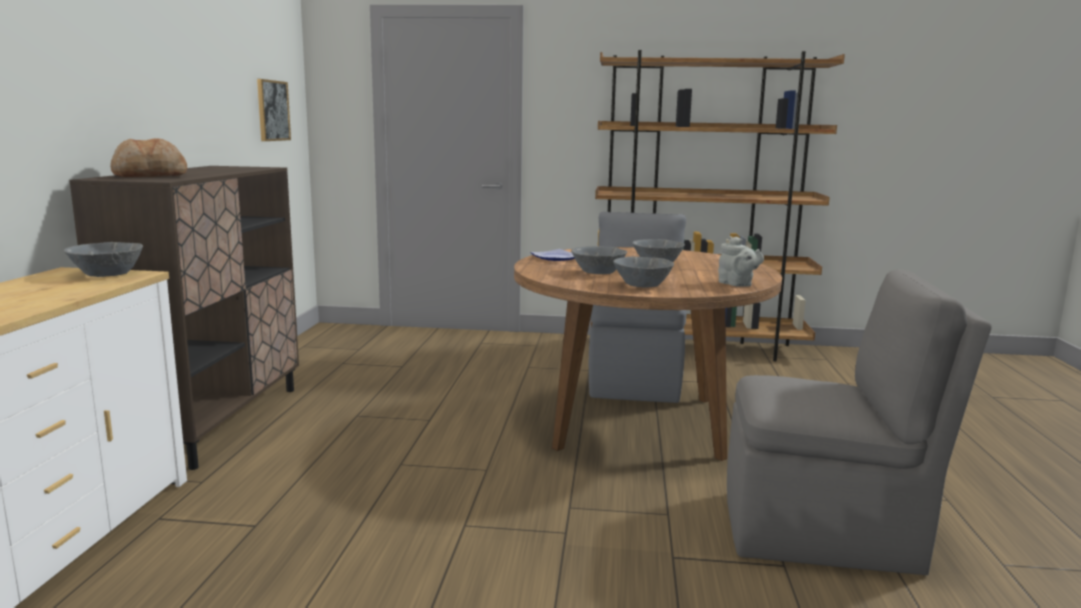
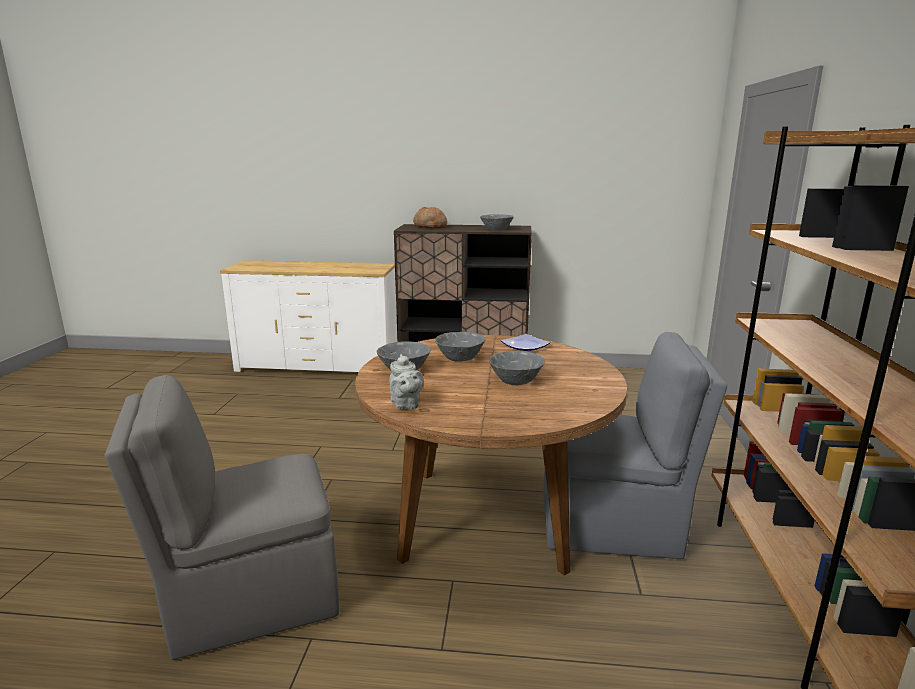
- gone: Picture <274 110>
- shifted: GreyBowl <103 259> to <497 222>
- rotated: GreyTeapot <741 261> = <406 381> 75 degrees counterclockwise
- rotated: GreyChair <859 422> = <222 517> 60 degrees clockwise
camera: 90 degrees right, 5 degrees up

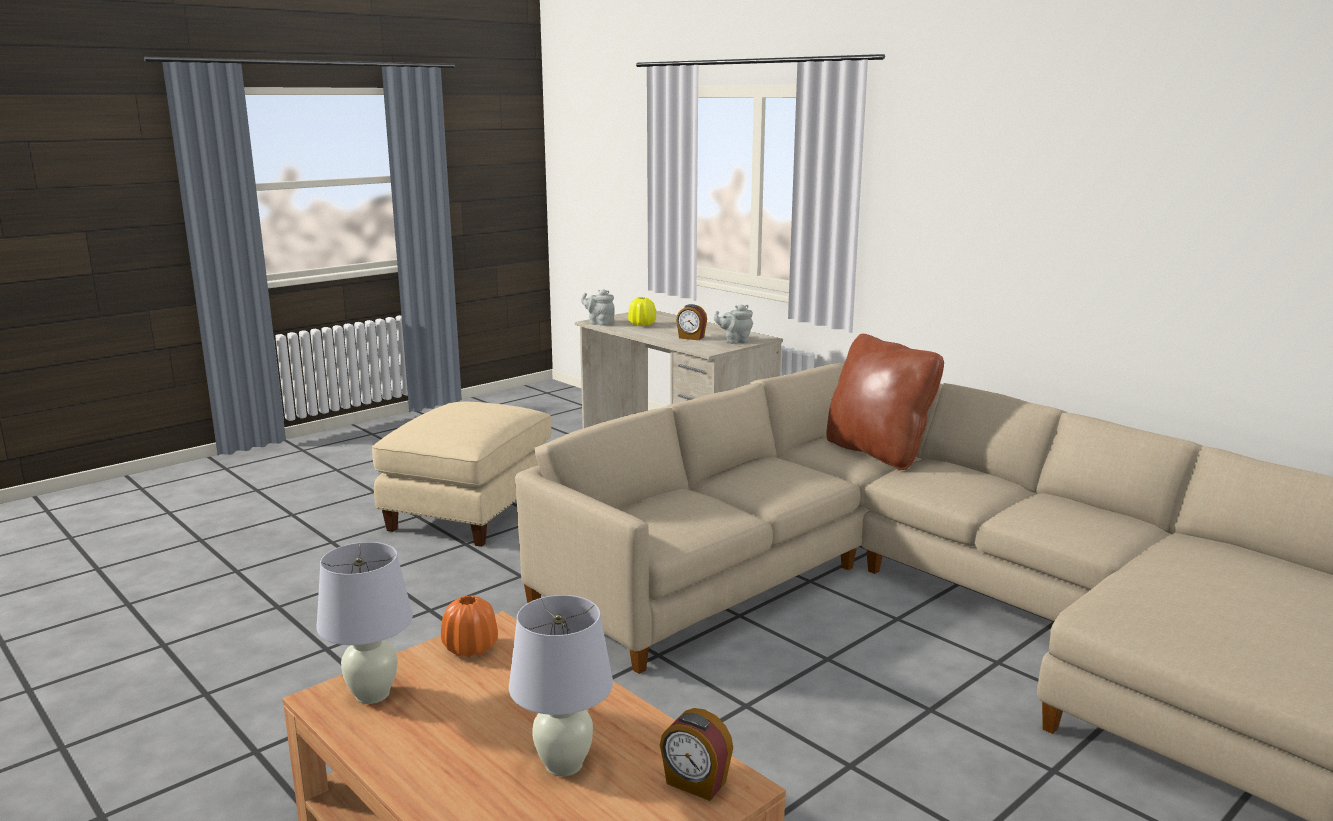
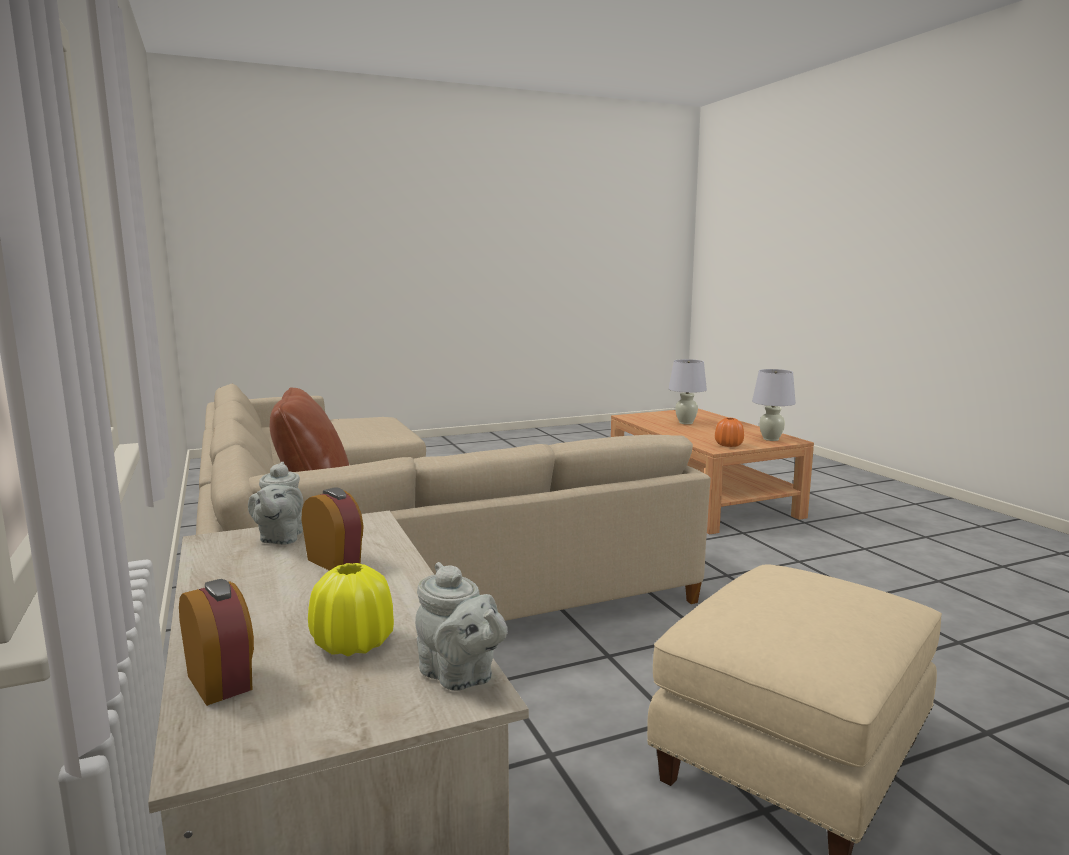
- shifted: AlarmClock <696 754> to <216 642>
- rotated: GreyTeapot <733 324> = <275 503> 75 degrees clockwise
camera: 160 degrees left, 5 degrees down

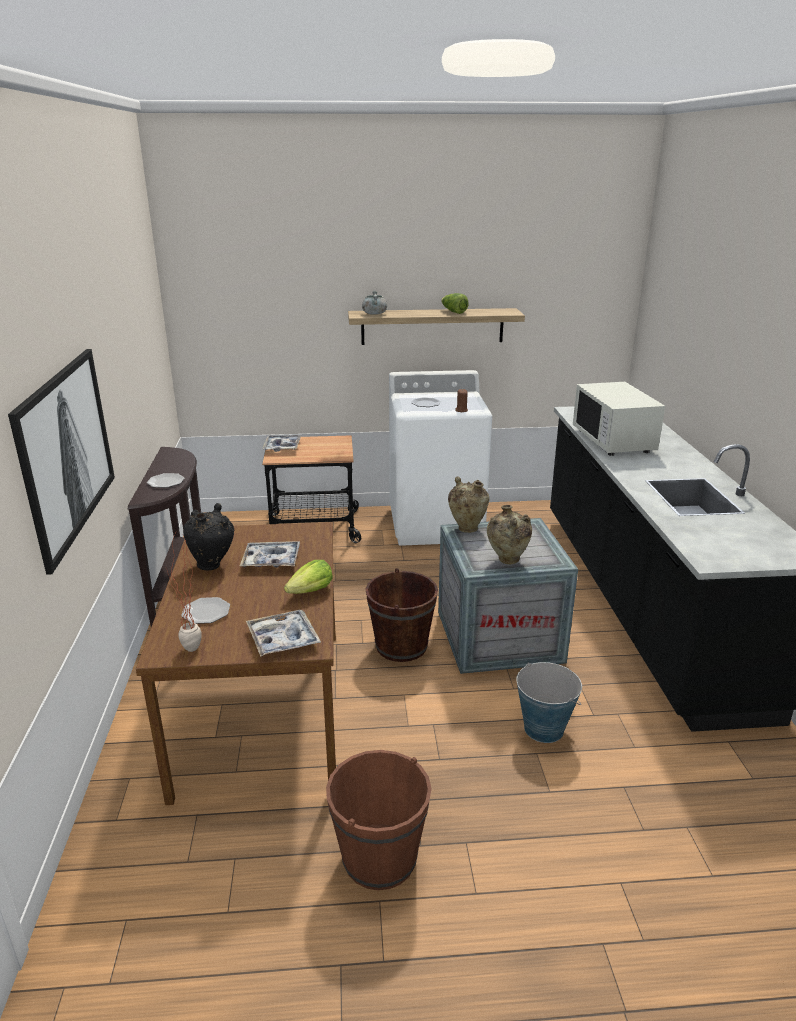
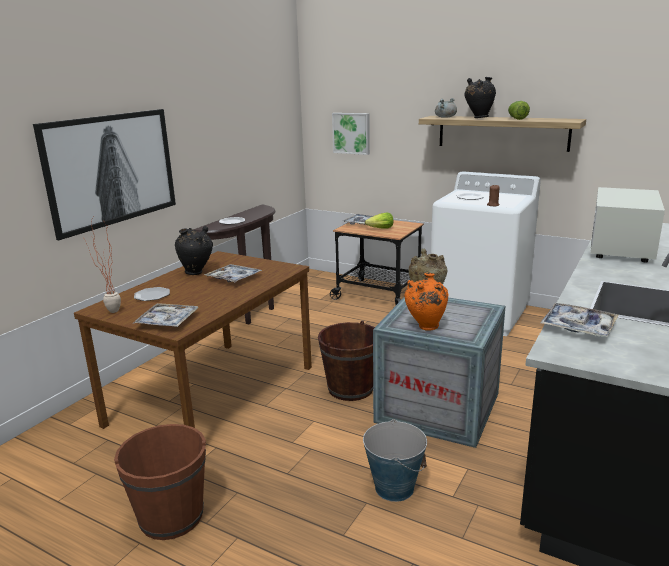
- new: Picture <351 134>
- new: BlackVase <480 97>
- new: Tray <579 320>
- shifted: Lettuce <308 577> to <379 220>
- repainted: BeigeVase <509 534> to OrangeVase <426 302>
camera: 35 degrees right, 5 degrees down

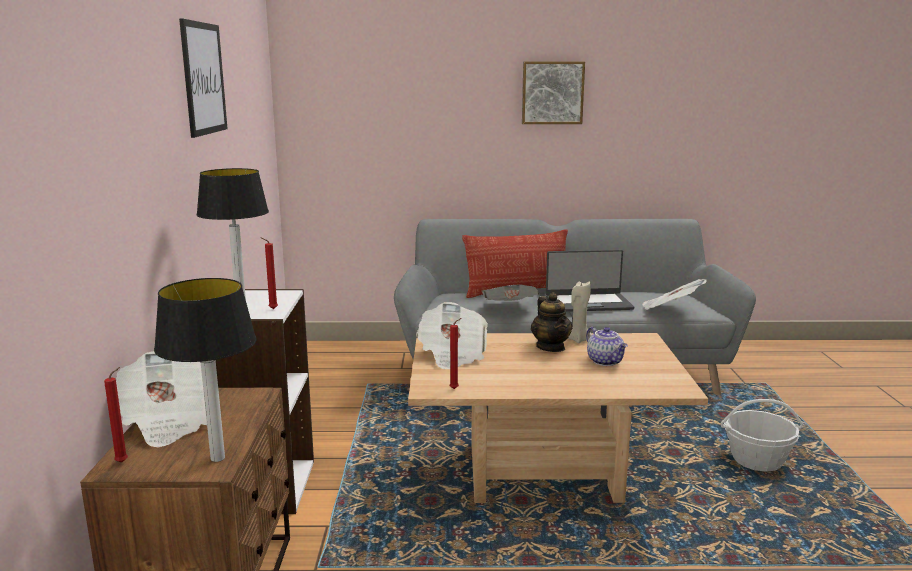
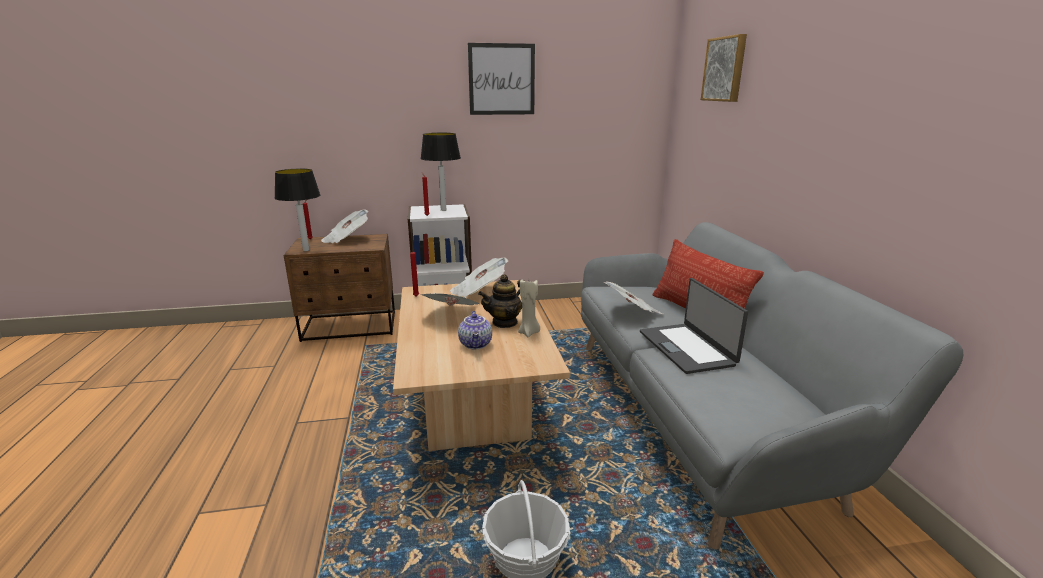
- shifted: Picture <553 93> to <724 68>
- shifted: Newspaper <674 294> to <449 299>
- rotated: Teapot <607 346> = <475 330> 60 degrees counterclockwise
camera: 80 degrees right, 5 degrees up

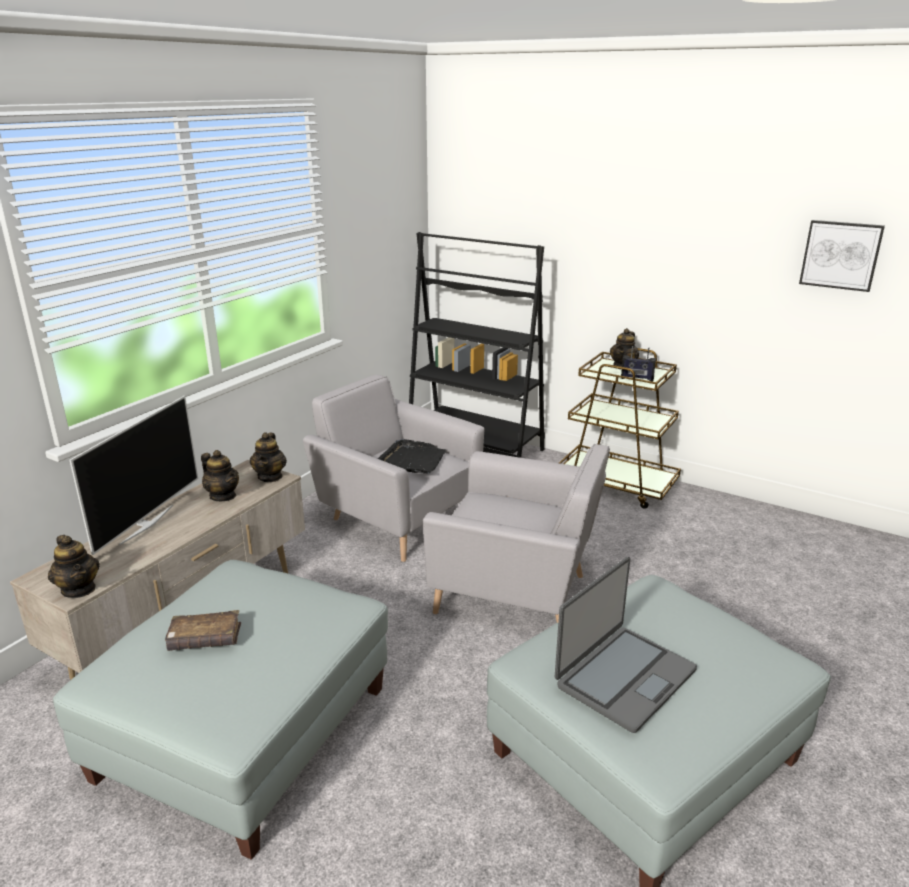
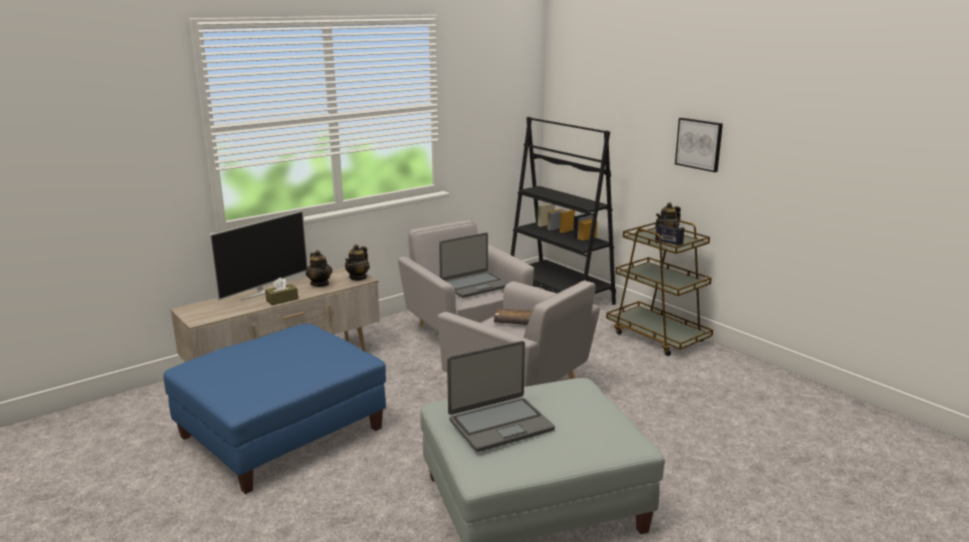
- gone: Teapot <73 566>
- new: BrownTissueBox <281 291>
- shifted: BrownBook <203 630> to <513 316>
- shifted: Picture <842 256> to <699 145>
- swapped: BlackTray <412 456> to Laptop <473 265>
- repainted: GreyOttoman <220 710> to BlueOttoman <274 408>
camera: 20 degrees right, 5 degrees down

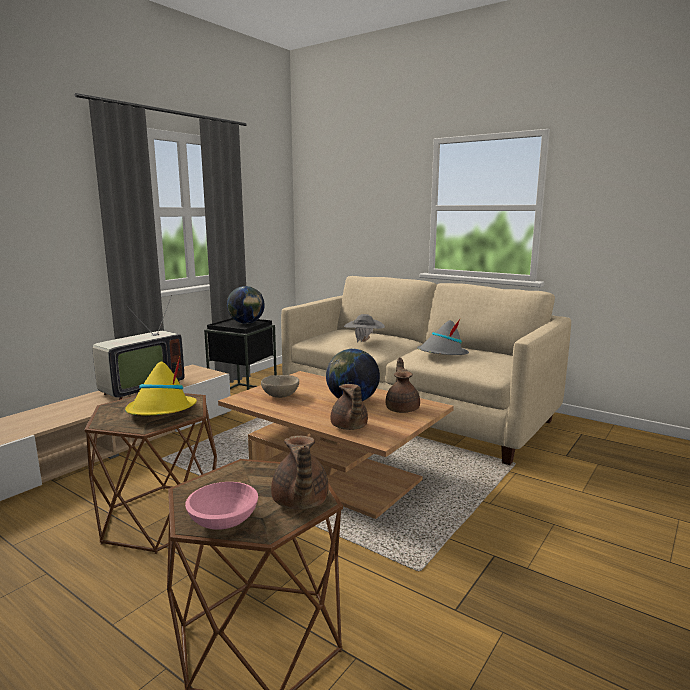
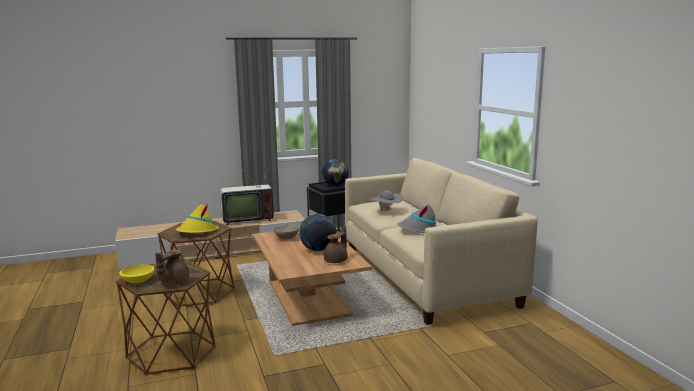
- gone: BrownTeapot <349 407>
- repainted: PinkBowl <221 506> to YellowBowl <136 273>
camera: 35 degrees right, 0 degrees up

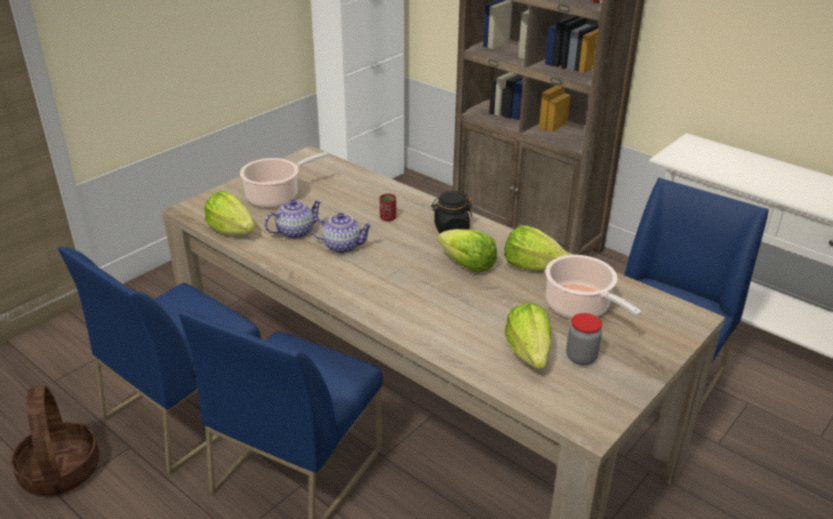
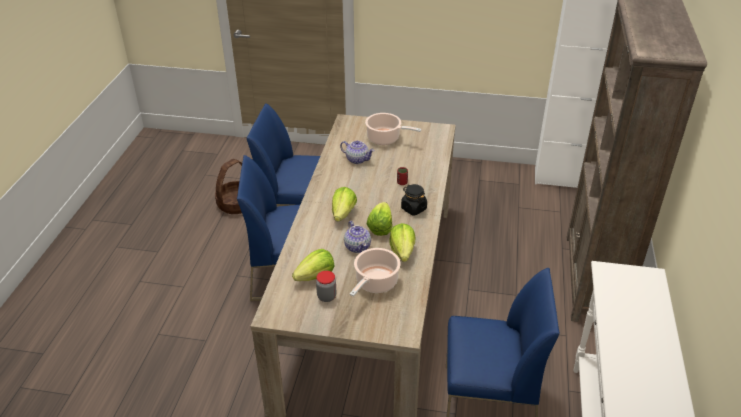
- shifted: Lettuce <229 213> to <344 204>
- shifted: Teapot <342 233> to <357 237>
camera: 60 degrees right, 5 degrees up

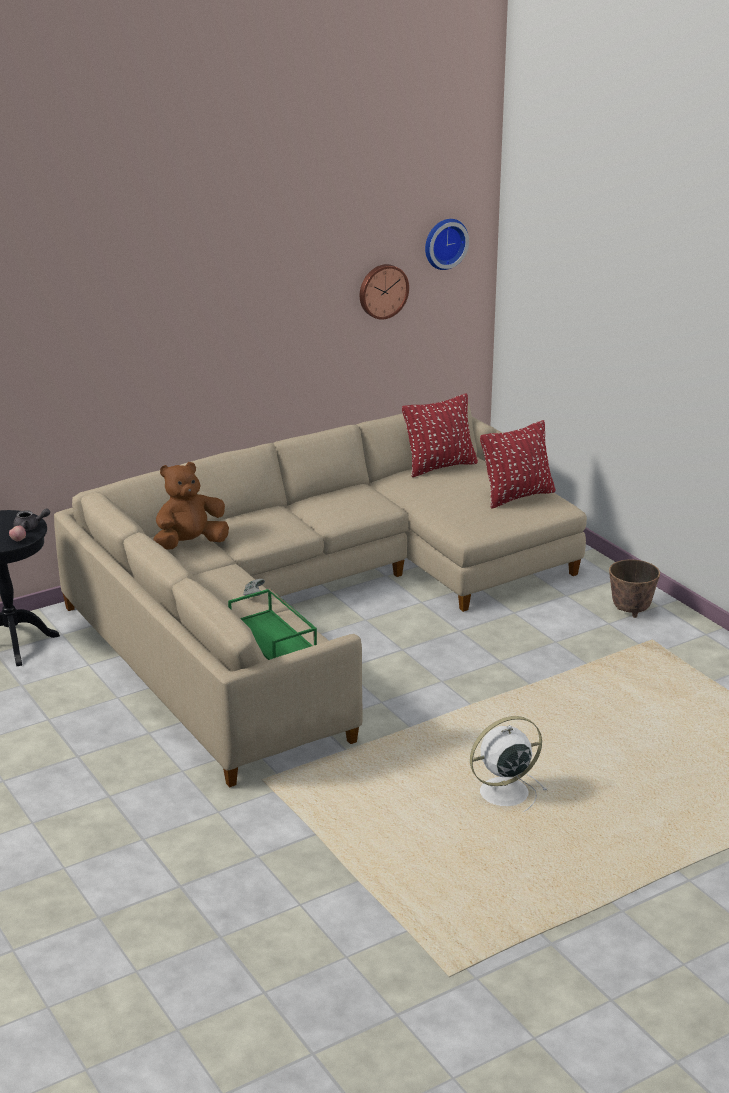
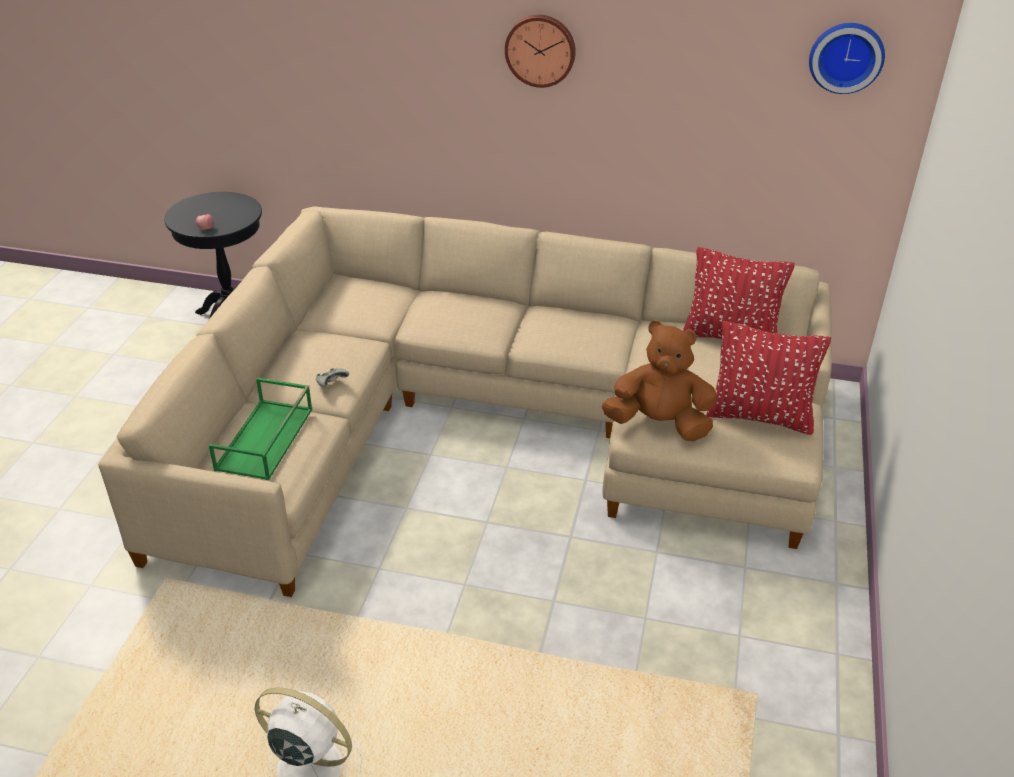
- gone: GreyTeapot <31 519>
- gone: Planter <634 588>
- shifted: BrownPlushToy <191 506> to <659 381>
- shifted: WallClock <384 292> to <540 51>
camera: 45 degrees right, 10 degrees up

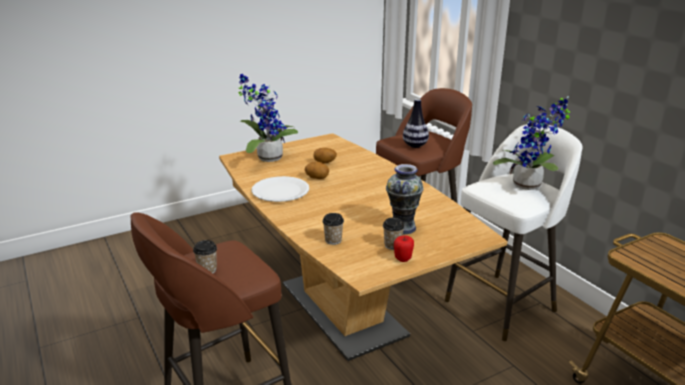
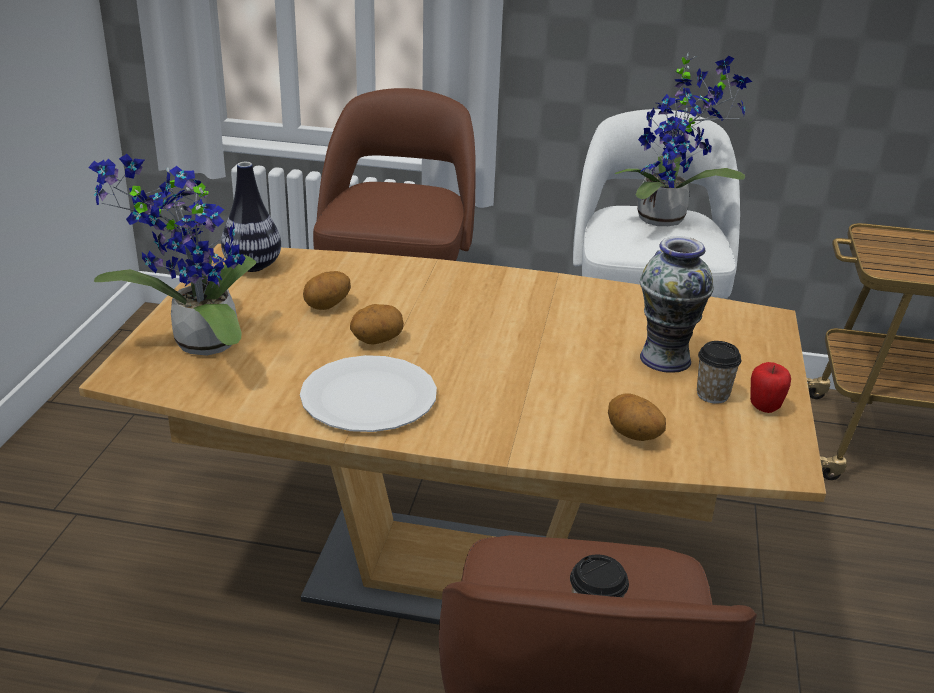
- shifted: Vase <416 123> to <251 217>
- swapped: Cup <333 229> to Potato <637 417>
camera: 50 degrees left, 5 degrees up

